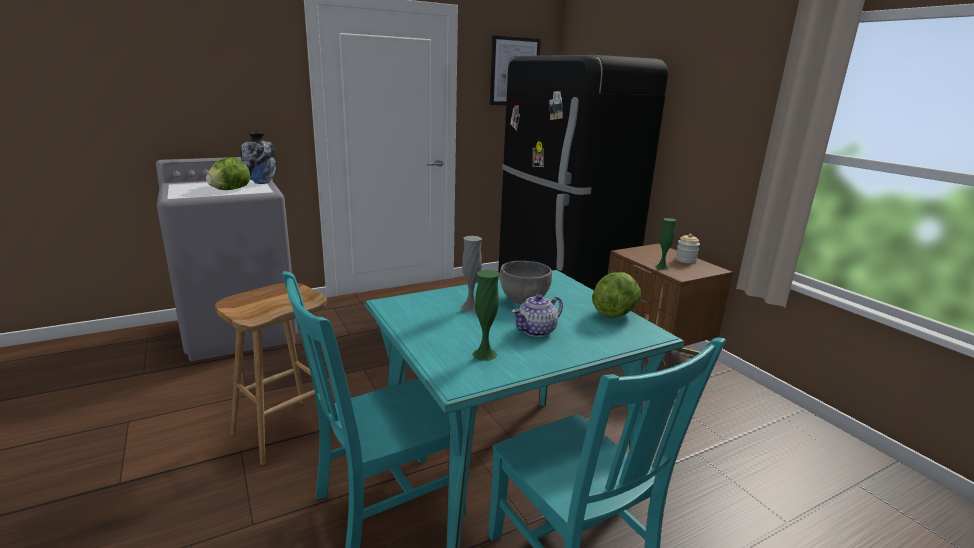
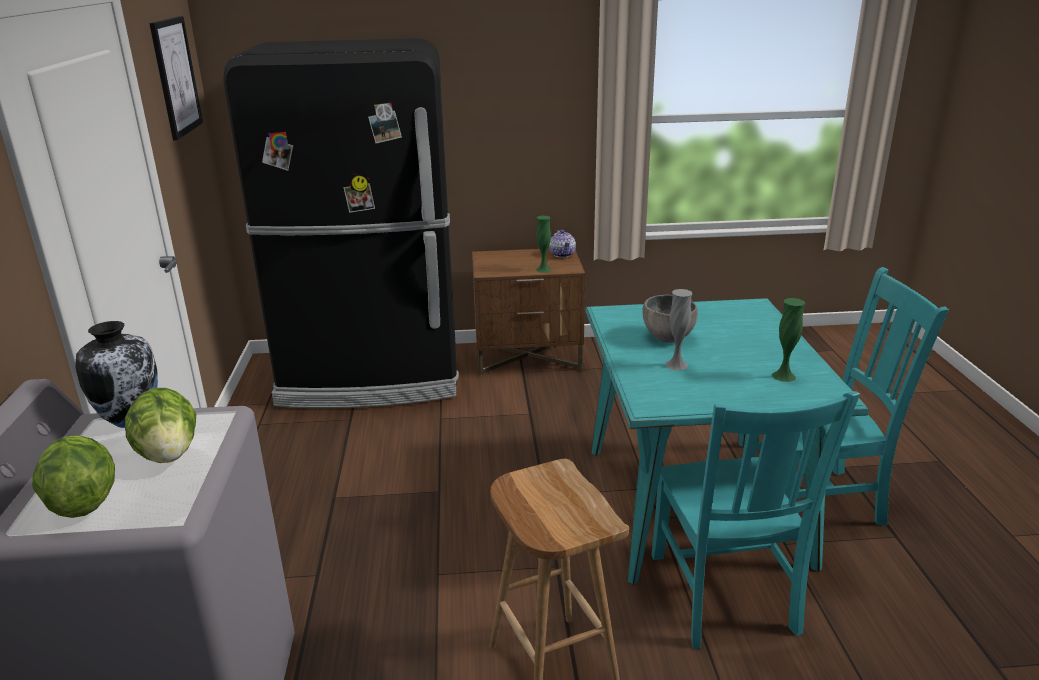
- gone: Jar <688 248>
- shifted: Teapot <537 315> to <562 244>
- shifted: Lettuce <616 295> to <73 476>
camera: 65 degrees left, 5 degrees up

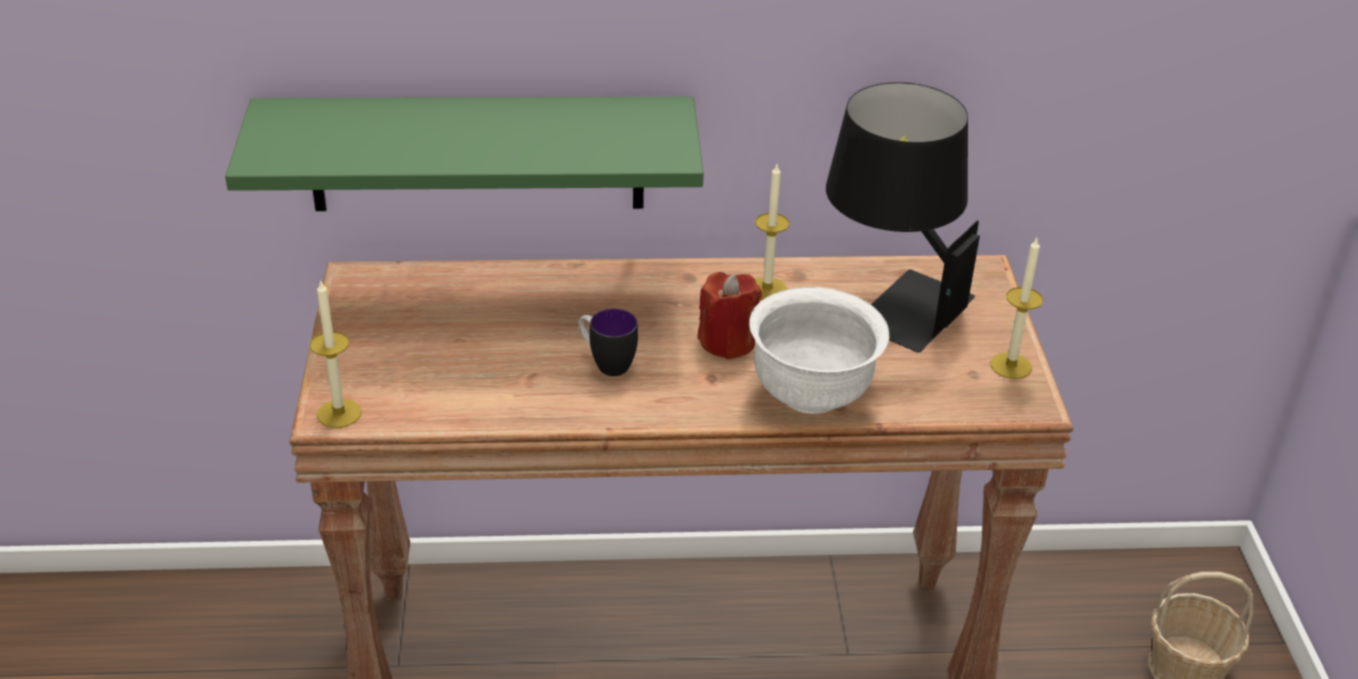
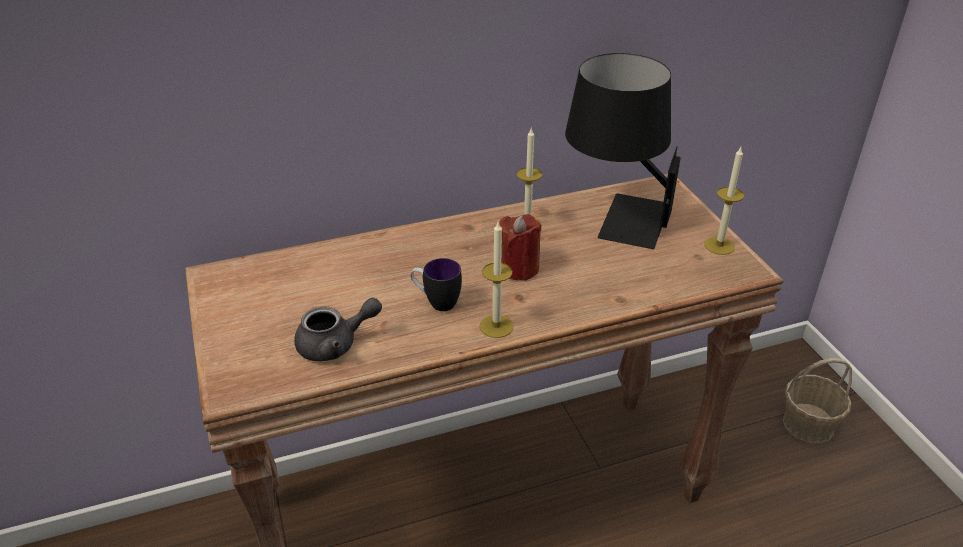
- gone: GreenShelf <464 154>
- gone: WhiteBowl <819 350>
- new: GreyTeapot <338 329>
- shifted: Candle <336 353> to <496 280>
camera: 15 degrees left, 0 degrees up

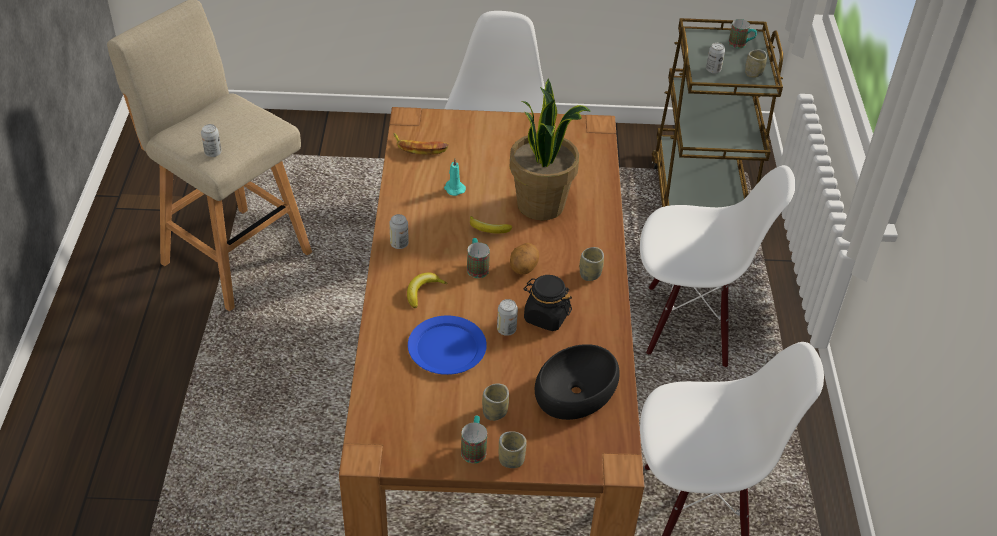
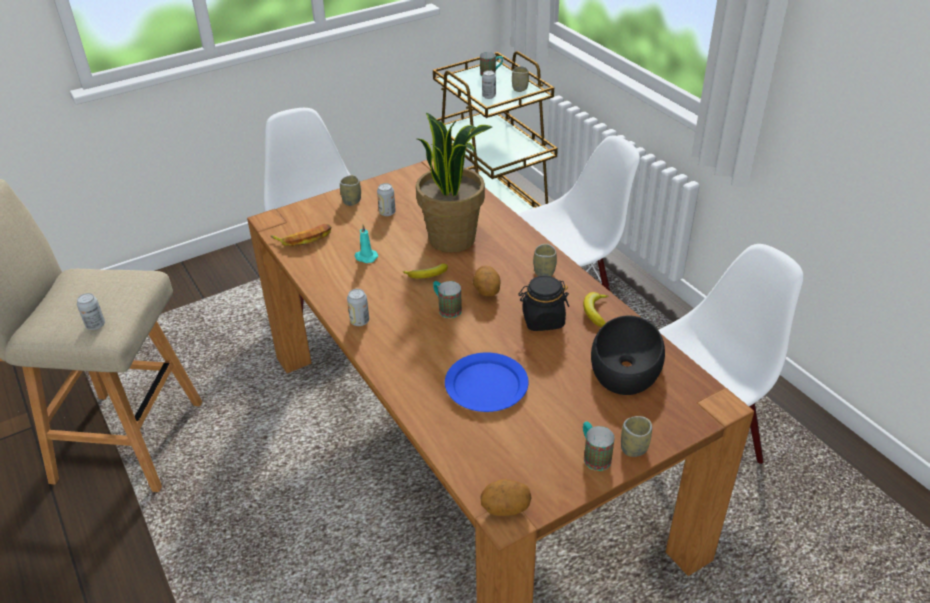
- new: Potato <506 497>
- shifted: Banana <427 290> to <596 309>
- shifted: Cup <495 402> to <350 190>
- shifted: Can <507 317> to <386 199>
camera: 30 degrees left, 5 degrees down

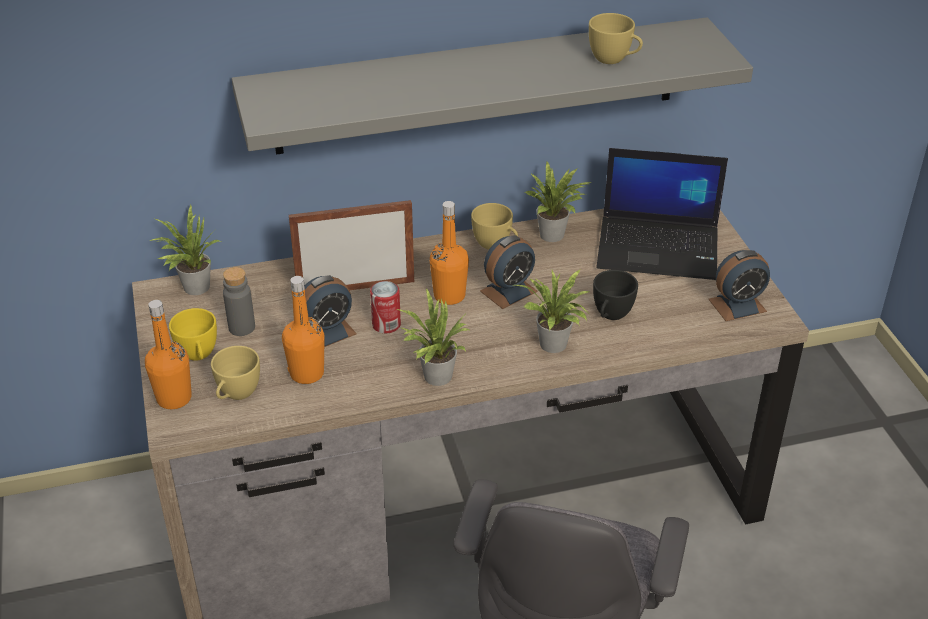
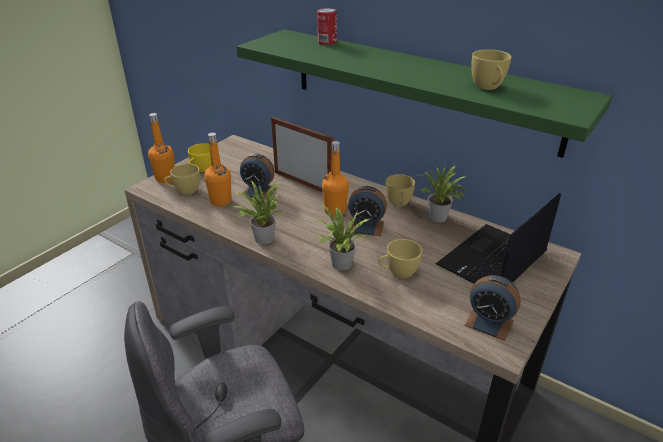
- gone: PottedPlant <185 250>
- gone: GreyBottle <239 301>
- shifted: Can <385 307> to <327 26>
- repainted: GreyShelf <492 86> to GreenShelf <424 93>
- repainted: BlackCup <615 295> to YellowCup <400 258>
- rotated: Laptop <662 214> = <498 238> 75 degrees clockwise
camera: 50 degrees right, 5 degrees down

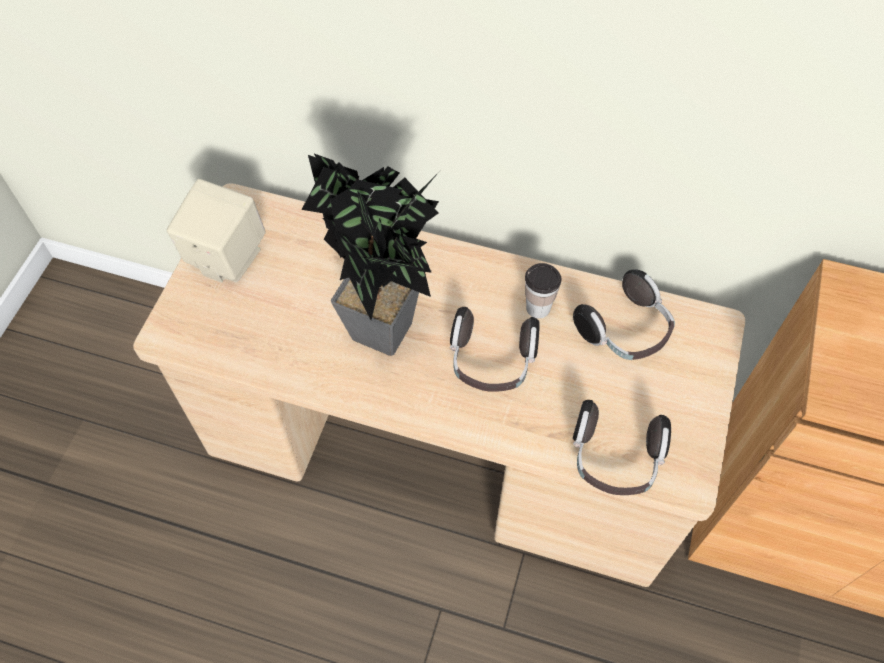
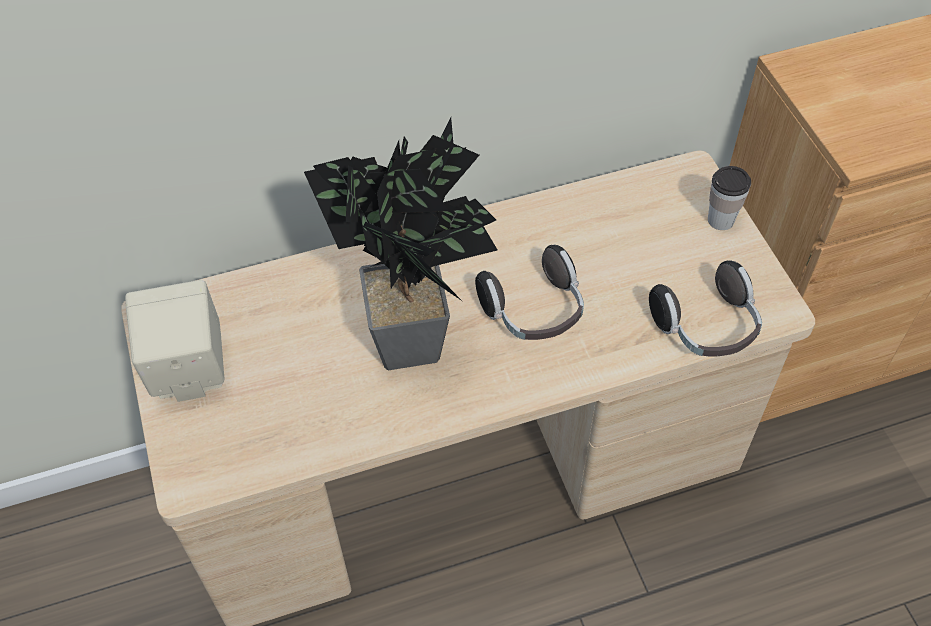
- gone: Headphones <624 314>
- shifted: Cup <543 290> to <729 198>
camera: 35 degrees left, 5 degrees down

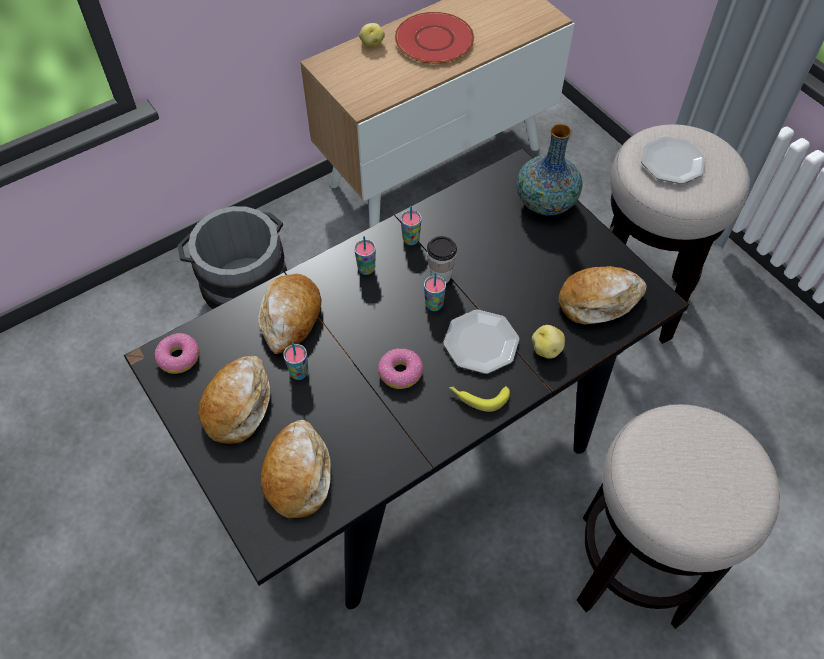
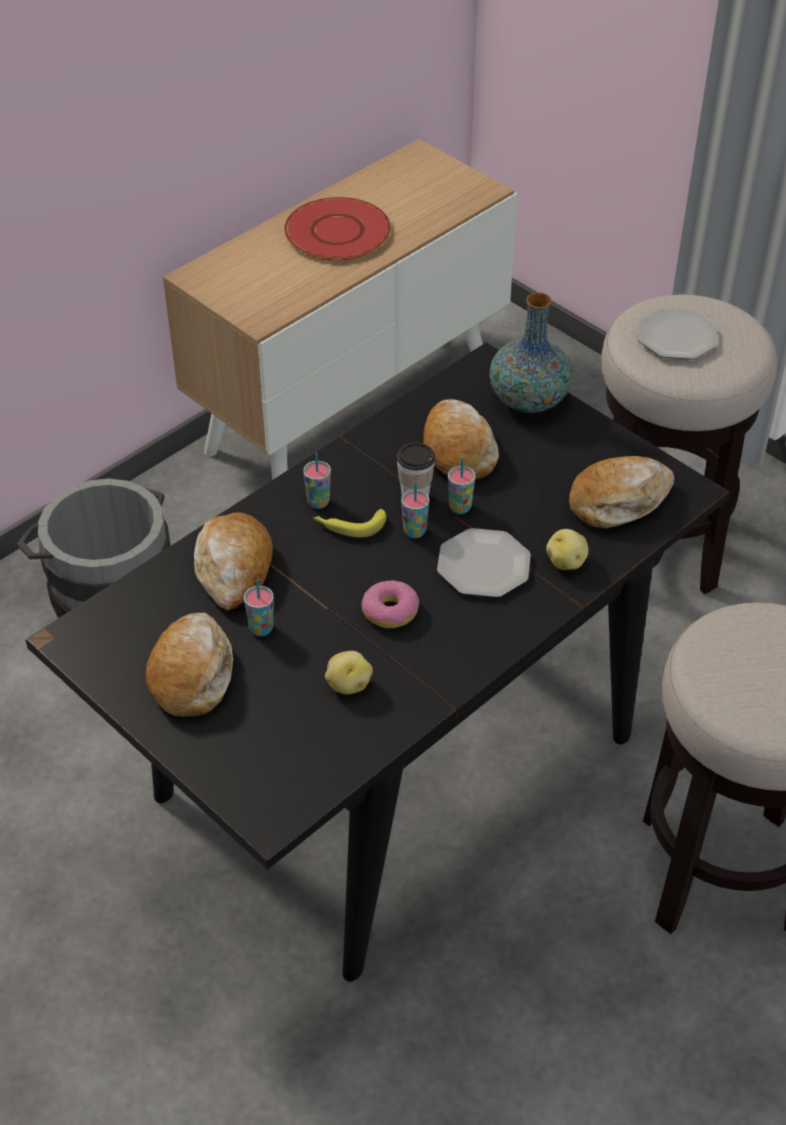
- gone: Donut <176 353>
- shifted: Bread <296 469> to <461 439>
- shifted: Potato <372 35> to <349 672>
- shifted: Cup <411 225> to <462 486>
- shifted: Banana <479 399> to <350 523>
camera: 10 degrees left, 10 degrees down

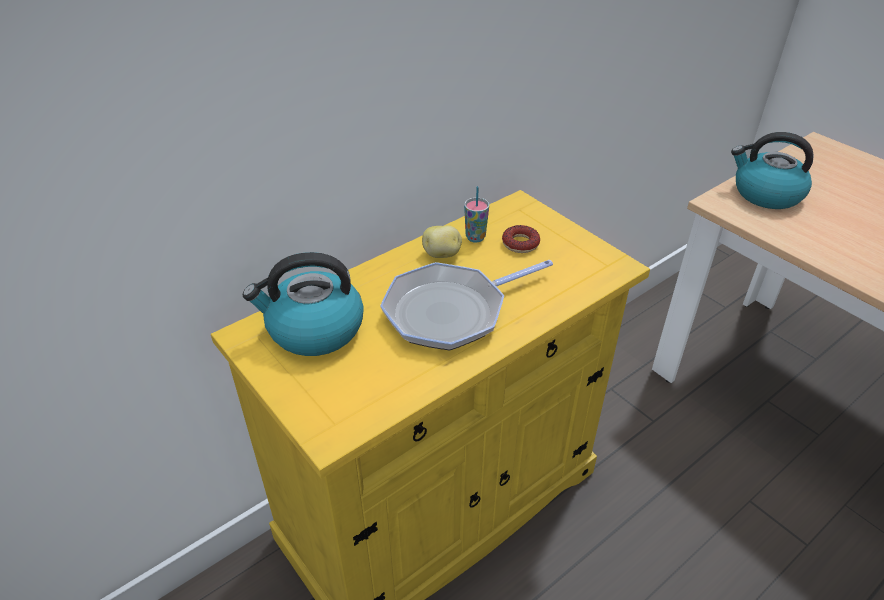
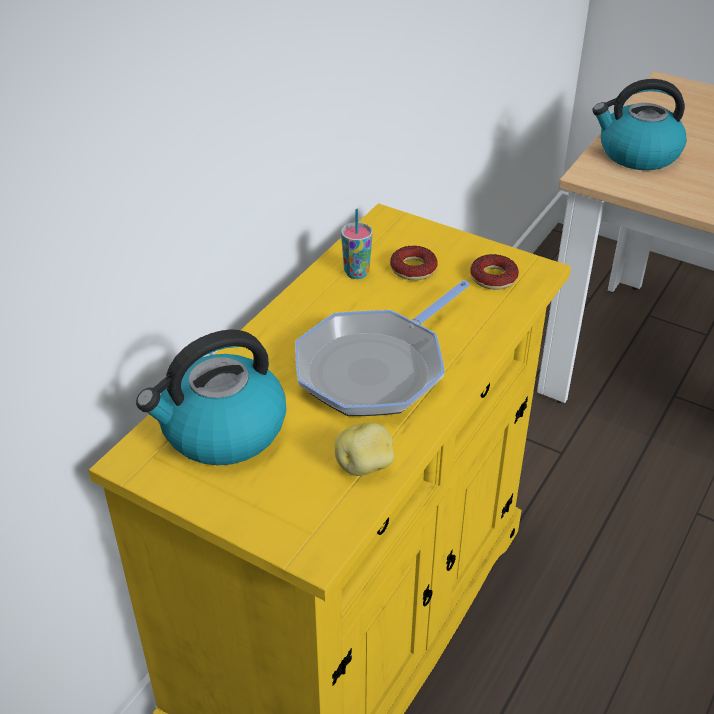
- new: Donut <494 272>
- shifted: Potato <442 241> to <364 449>
camera: 20 degrees left, 0 degrees up

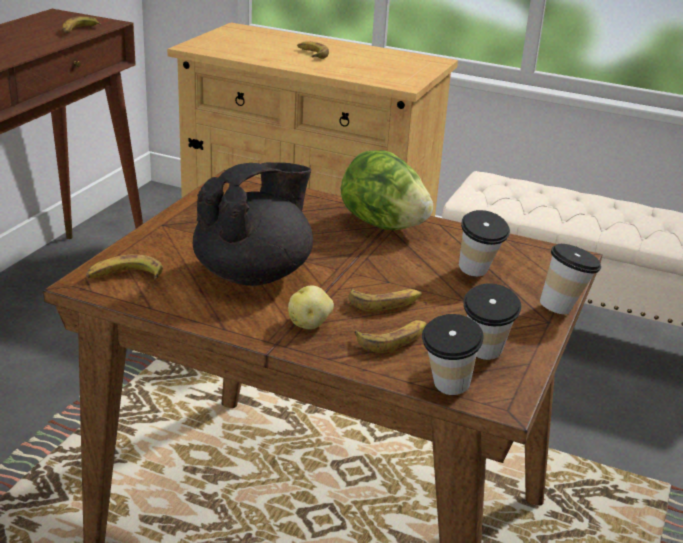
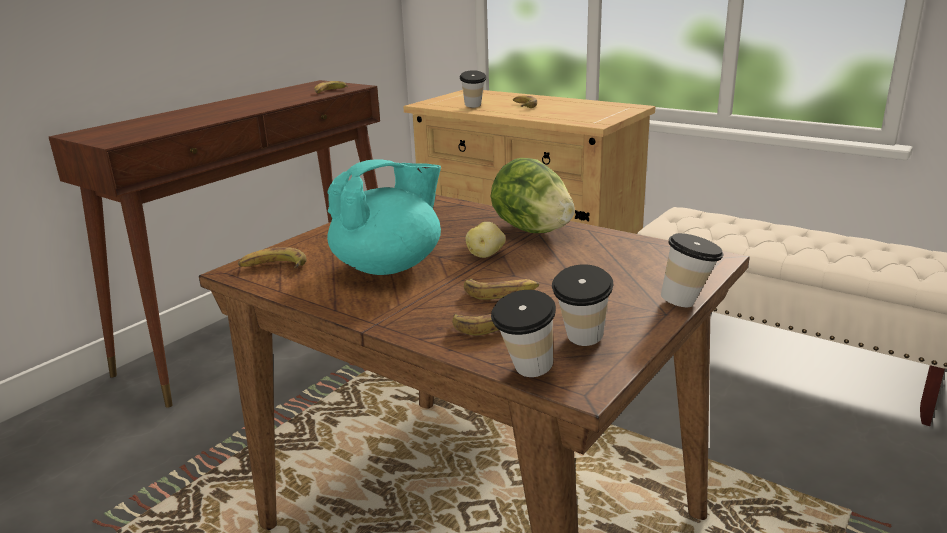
- shifted: Potato <311 307> to <486 240>
- shifted: Cup <484 243> to <473 89>
- repainted: BlackTeapot <253 224> to TurquoiseTeapot <384 217>
camera: 15 degrees right, 5 degrees down

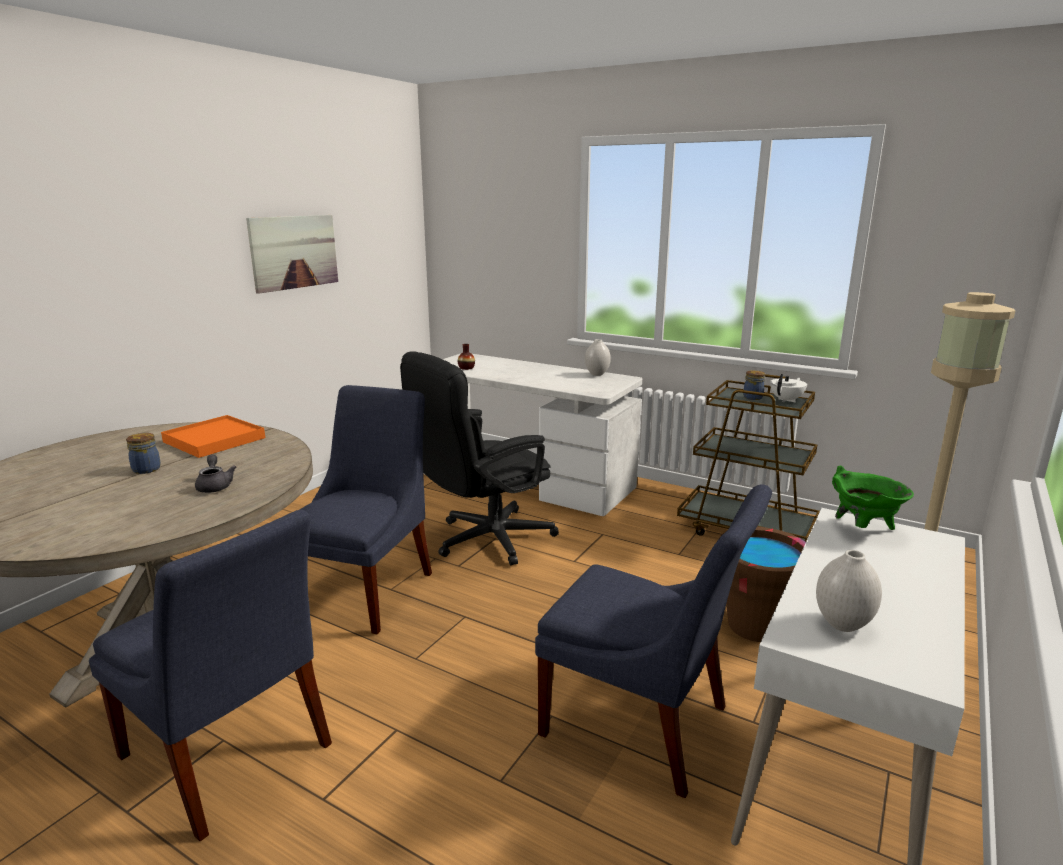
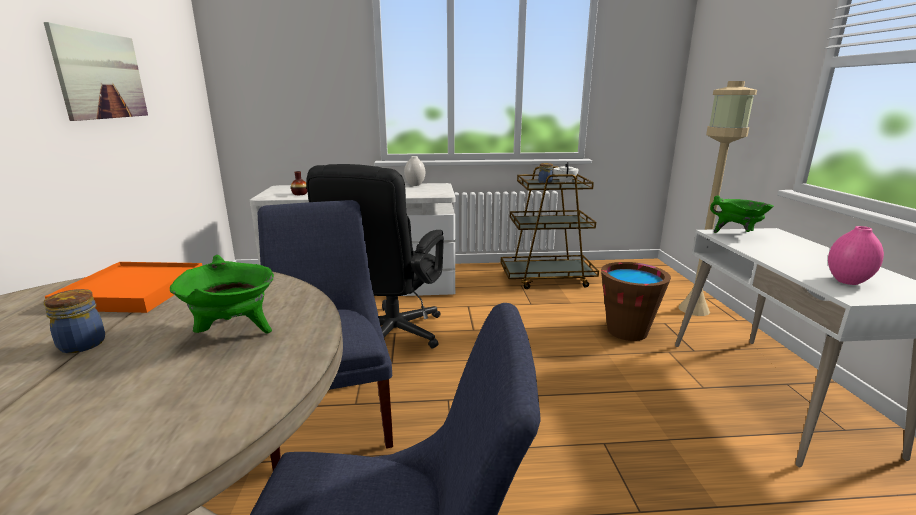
- gone: BlueChair <653 641>
- swapped: GreyTeapot <215 473> to GreenCookingPot <222 294>
- repainted: WhiteVase <849 591> to PinkVase <856 255>
camera: 35 degrees left, 0 degrees up

